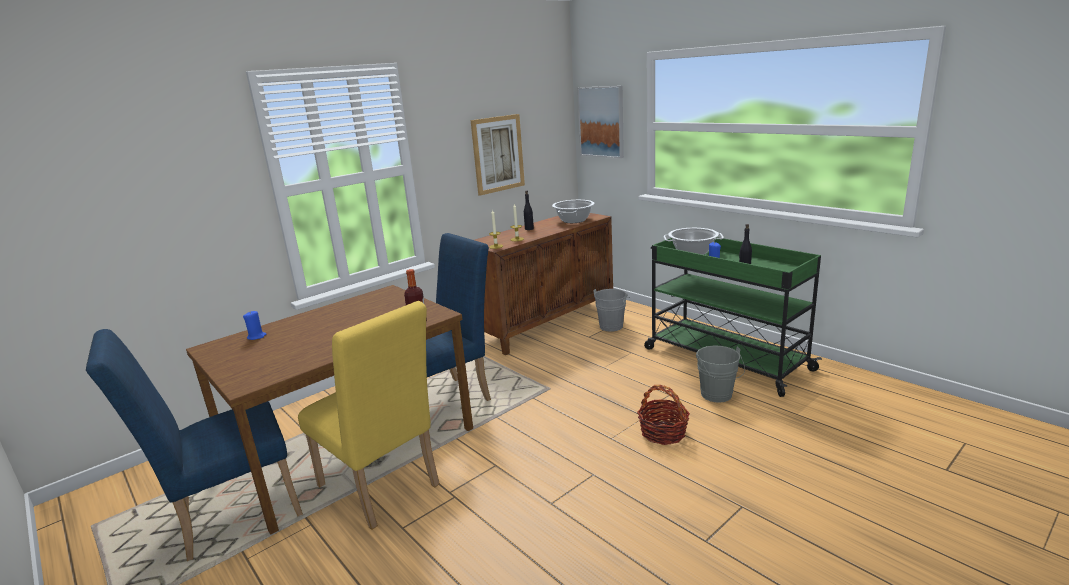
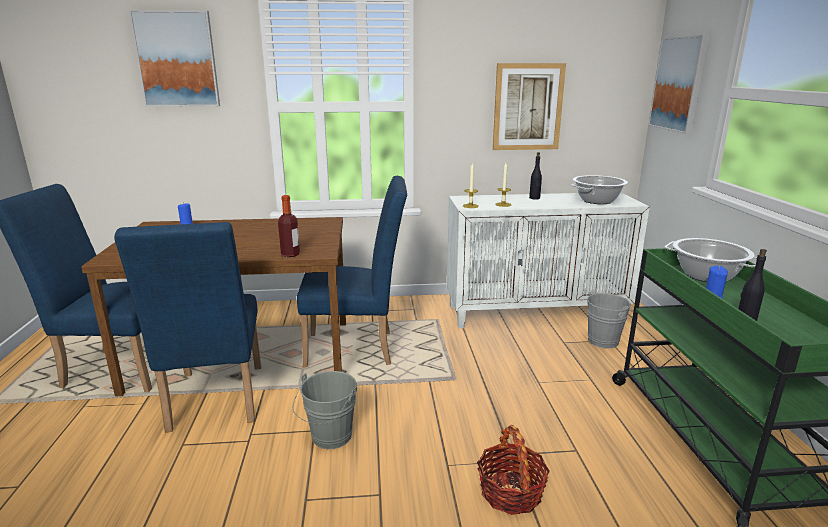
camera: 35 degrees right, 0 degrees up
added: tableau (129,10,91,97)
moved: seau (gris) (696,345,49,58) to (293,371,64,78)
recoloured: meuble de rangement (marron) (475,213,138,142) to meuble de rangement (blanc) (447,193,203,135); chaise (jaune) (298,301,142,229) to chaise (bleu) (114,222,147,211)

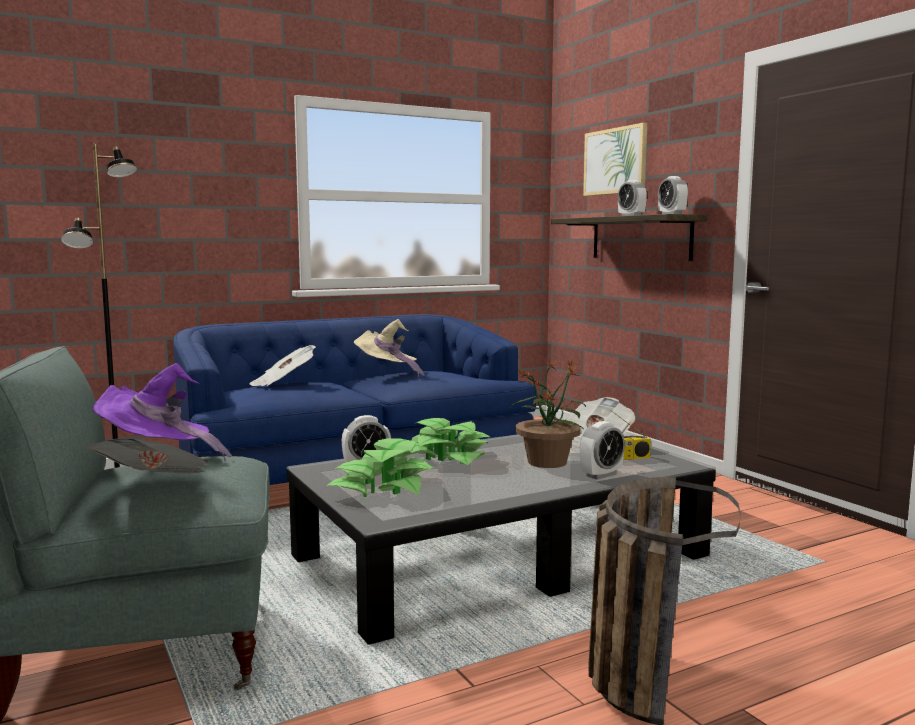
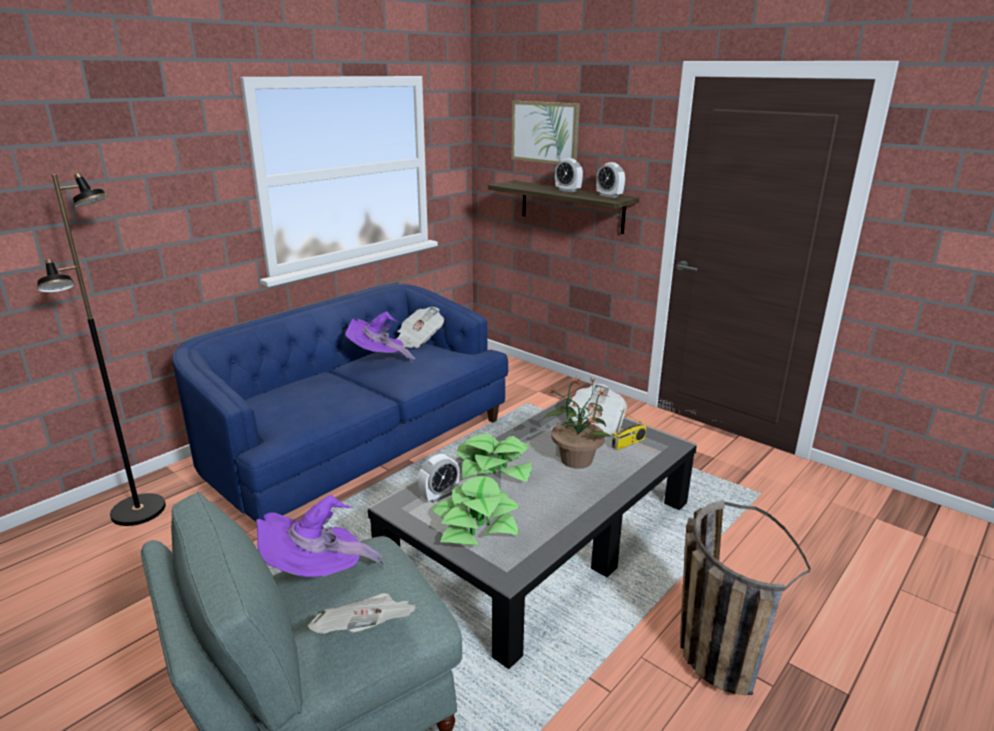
camera: 20 degrees left, 15 degrees up
removed: réveil (580,421,45,59)
moved: journal (249,345,67,41) to (397,307,47,41)
recoloured: chapeau (beige) (354,319,71,58) to chapeau (violet) (345,311,70,52)

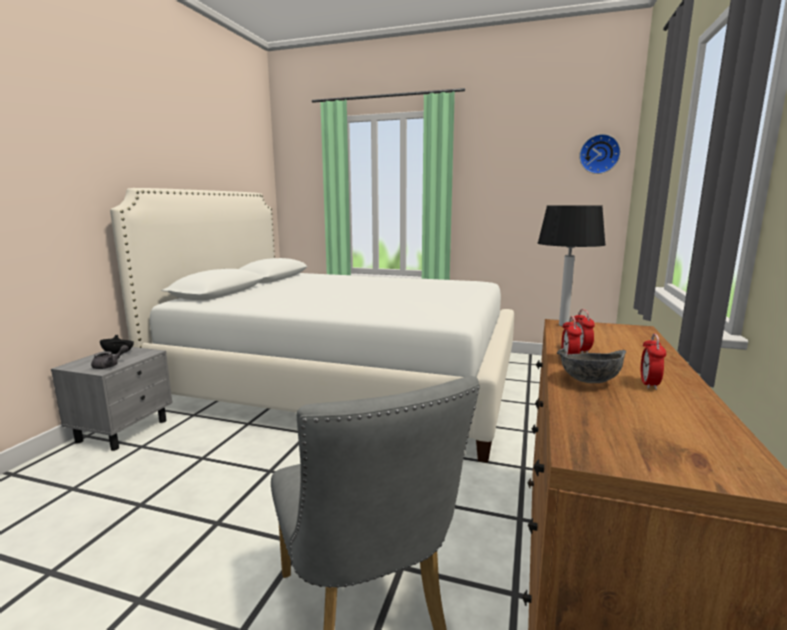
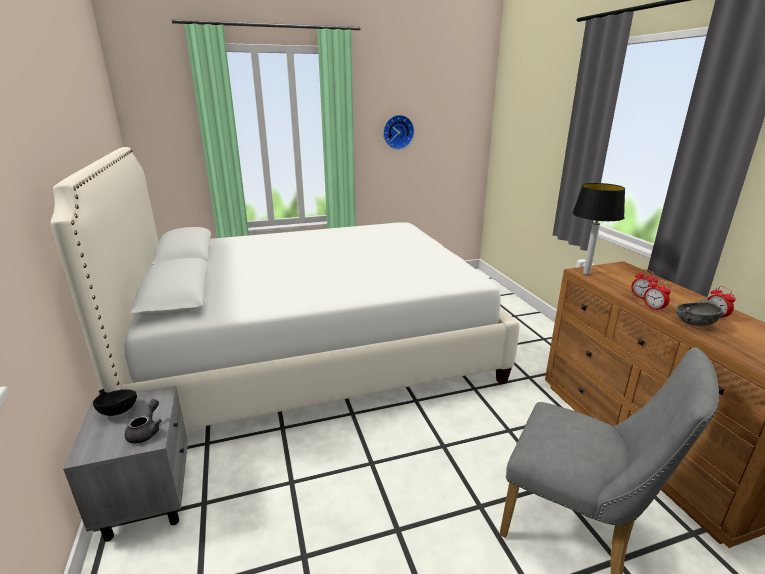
camera: 35 degrees left, 10 degrees up
moved: horloge murale (579,134,42,40) to (383,115,31,35)

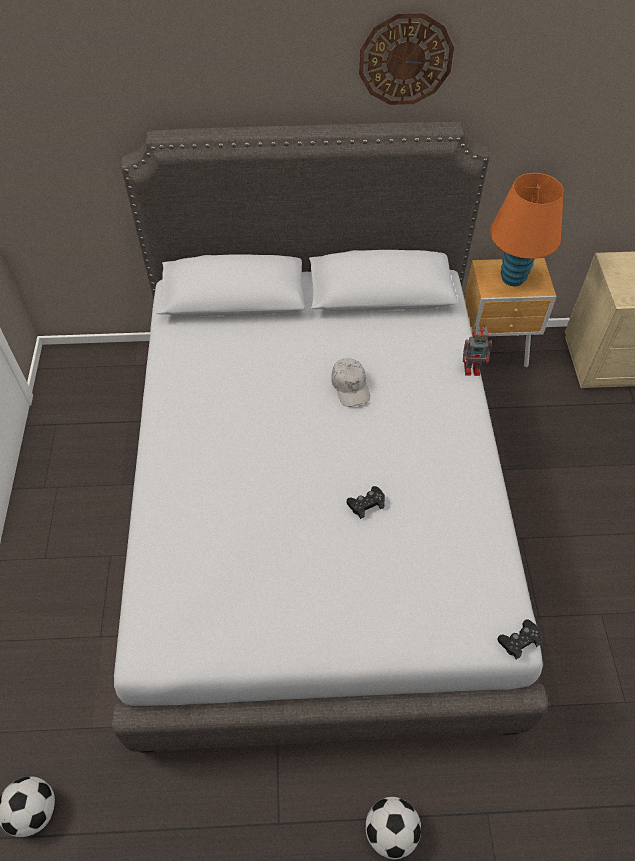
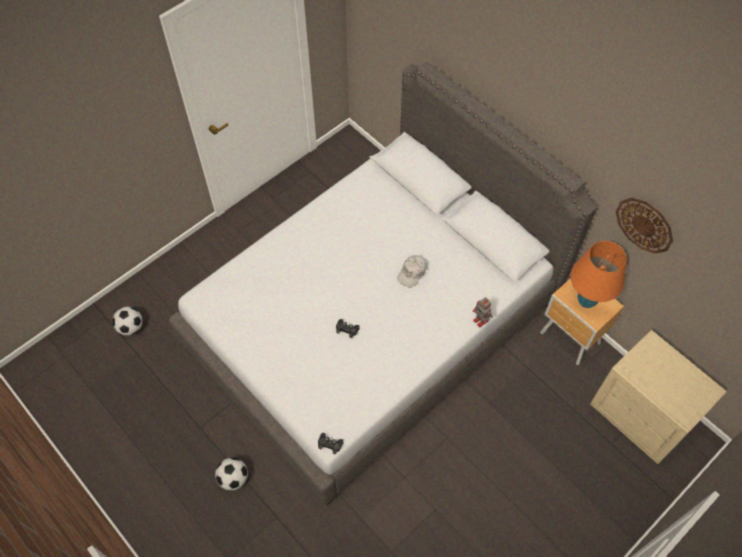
camera: 50 degrees right, 5 degrees up
moved: horloge murale (359,13,95,92) to (616,198,57,56)

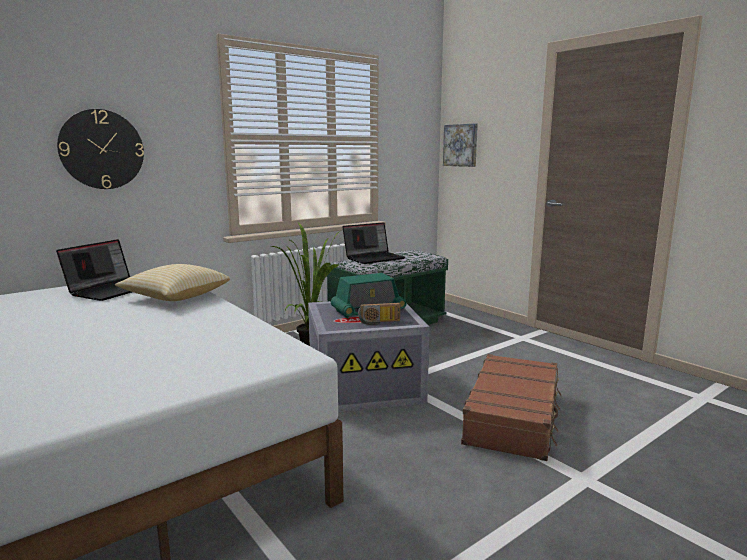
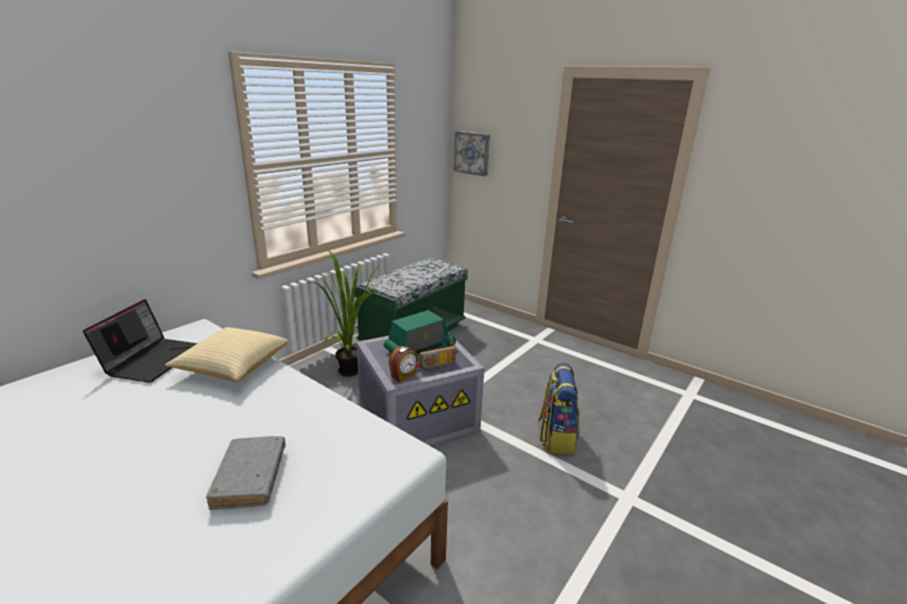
camera: 15 degrees left, 10 degrees up
removed: horloge murale (57,109,87,80); ordinateur portable (343,222,62,42)
added: réveil (389,346,29,36); livre (gris) (206,436,79,74)
replaced: valise (marron) (461,354,100,107) to sac à dos (538,363,42,92)

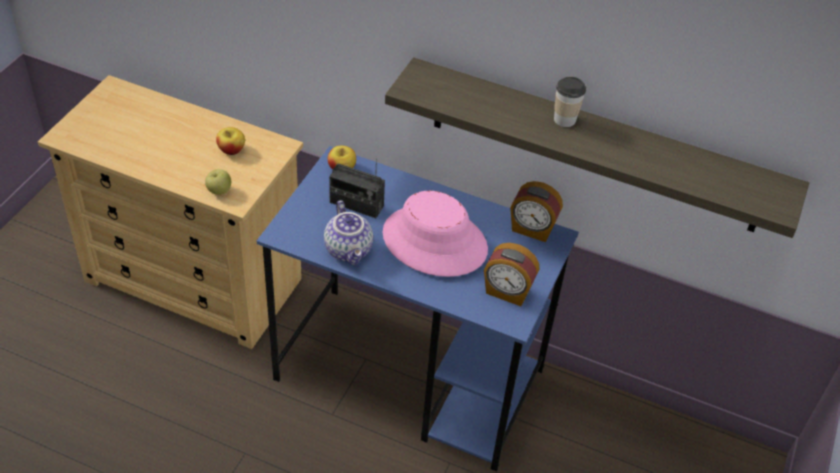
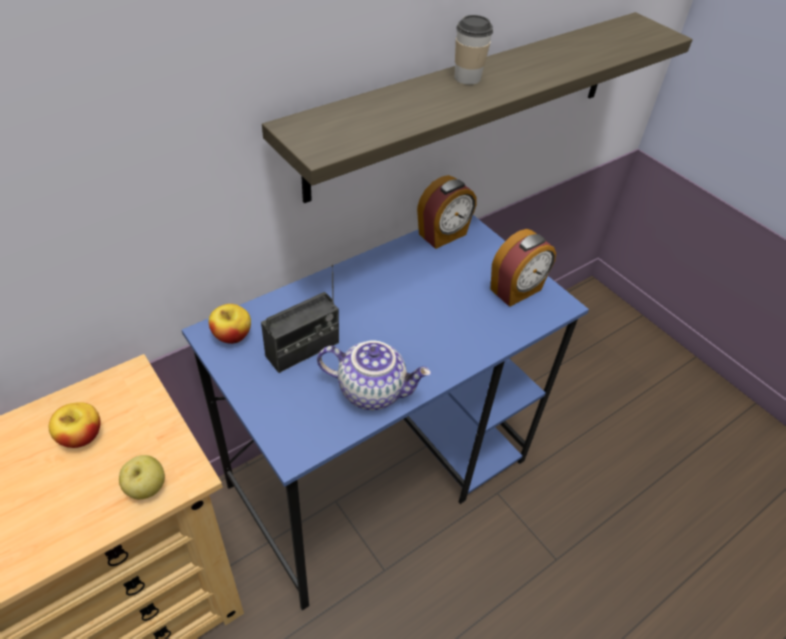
camera: 60 degrees left, 0 degrees up
removed: chapeau (rose) (383,191,105,86)

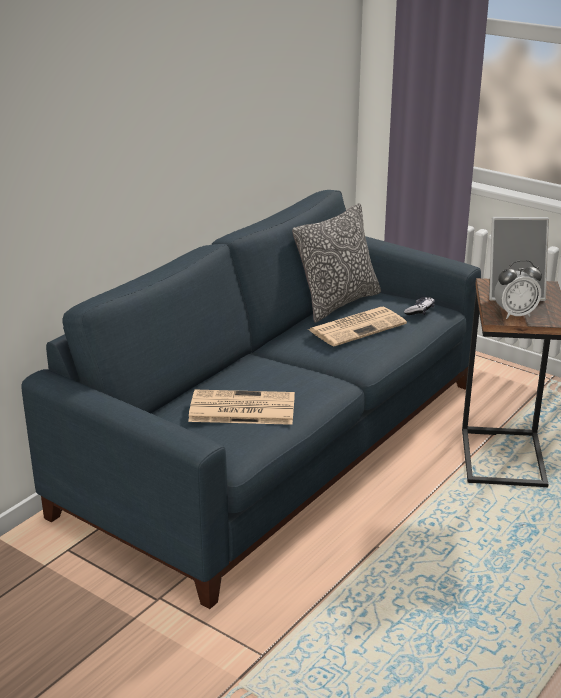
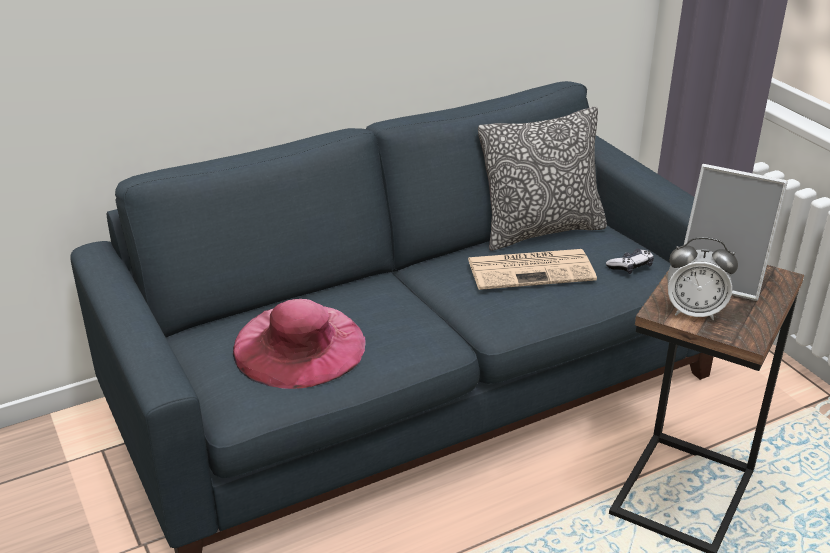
camera: 25 degrees right, 5 degrees up
replaced: journal (188,390,107,35) to chapeau (rose) (233,299,133,90)

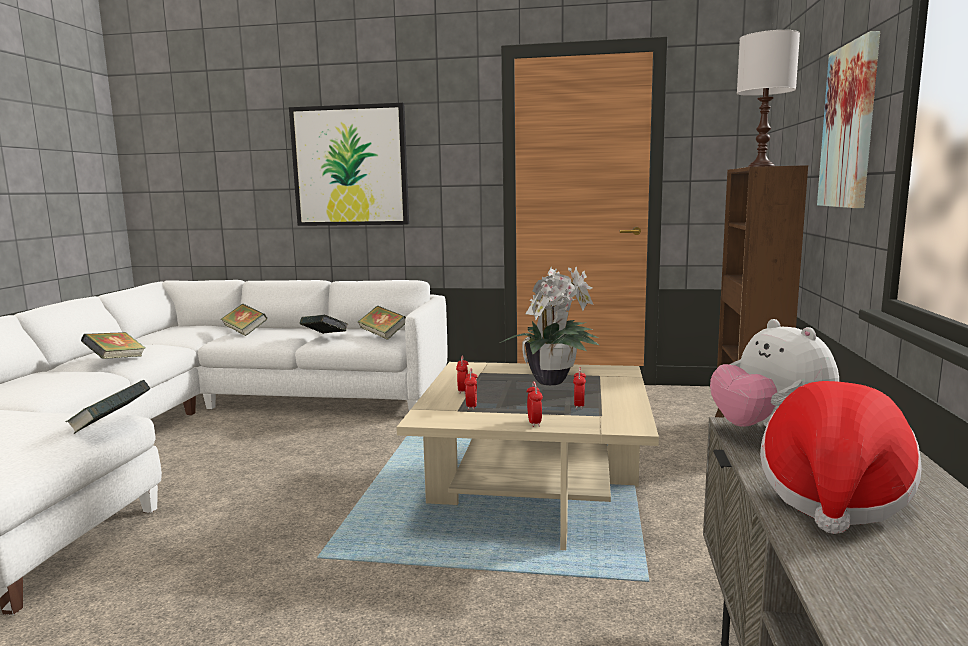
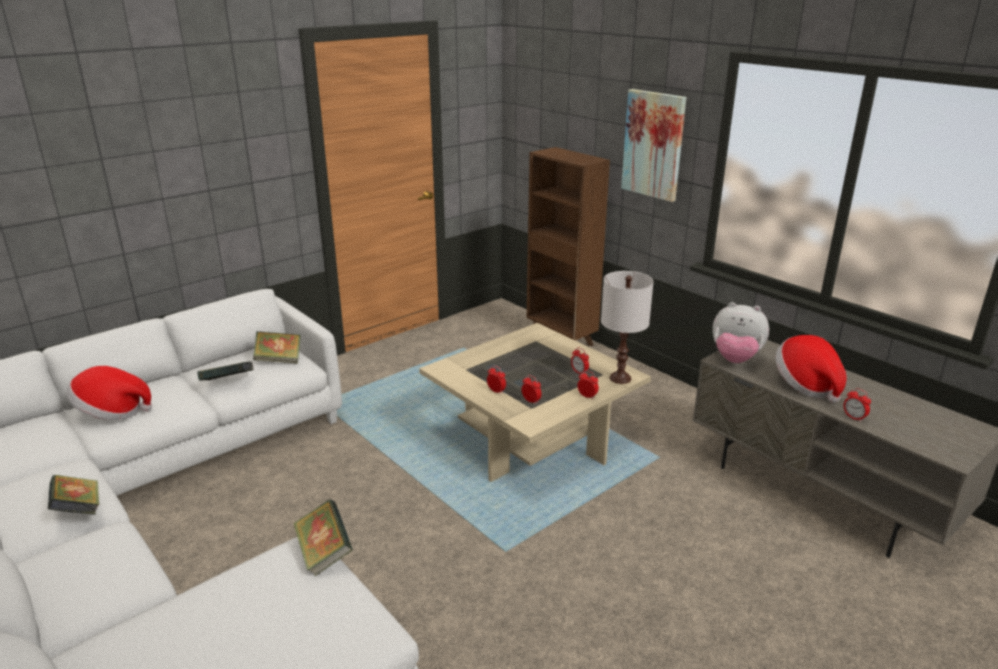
camera: 50 degrees left, 15 degrees up
removed: tableau (289,103,120,123); plante en pot (500,266,99,119)
added: réveil (843,388,28,34)
moved: lampe de table (blanc) (737,30,63,137) to (601,271,53,113)
replaced: livre (221,304,46,32) to chapeau (66,366,86,54)

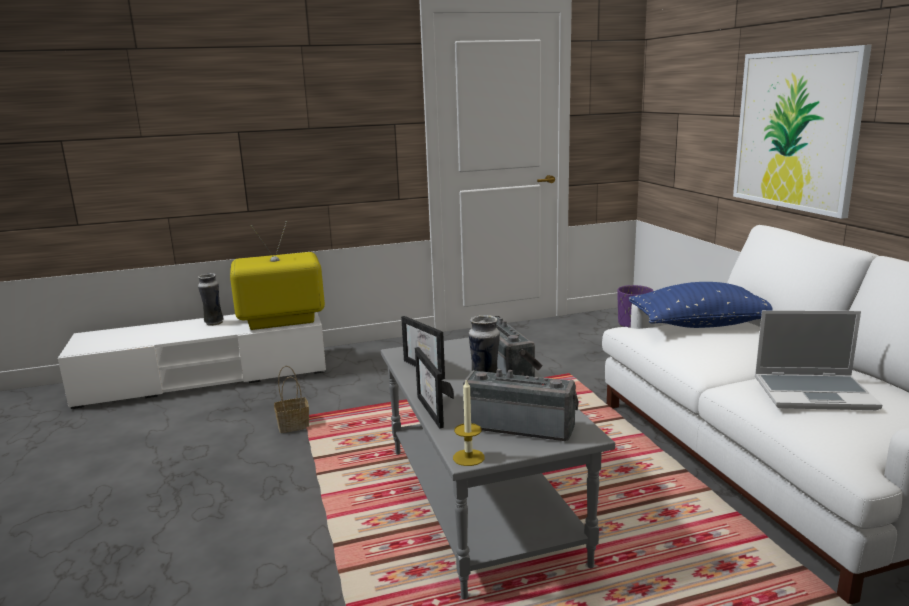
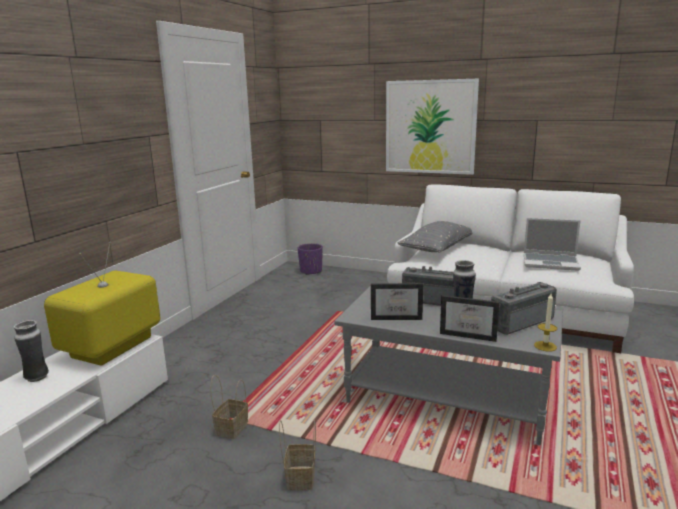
camera: 50 degrees left, 0 degrees up
added: panier (279,420,37,70)
recoloured: coussin (bleu) (629,282,144,46) to coussin (gris) (397,221,76,32)
turned: ordinateur portable (755,310,127,100) = (524,218,57,53) 60 degrees clockwise

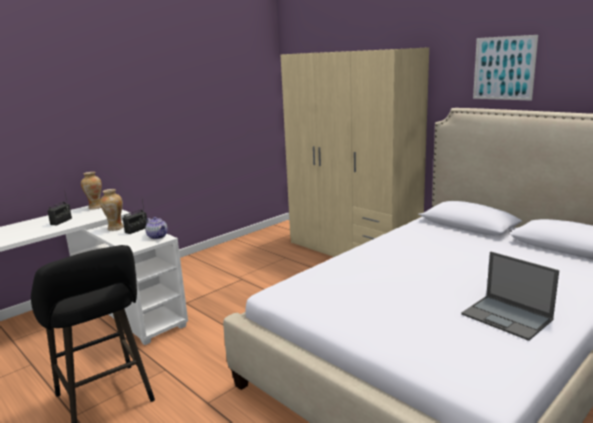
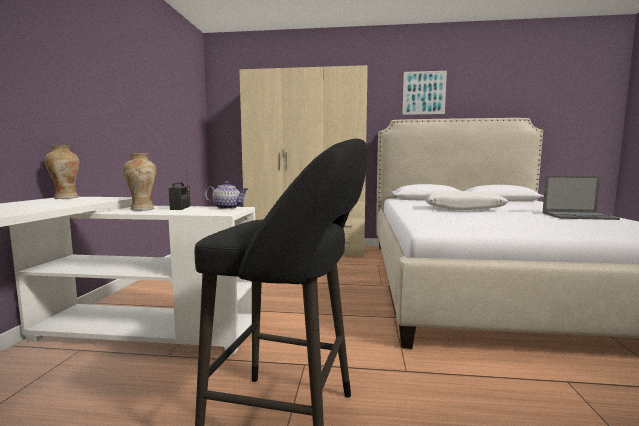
camera: 40 degrees left, 10 degrees down
removed: radio (47,189,25,36)
added: coussin (blanc) (424,191,84,19)

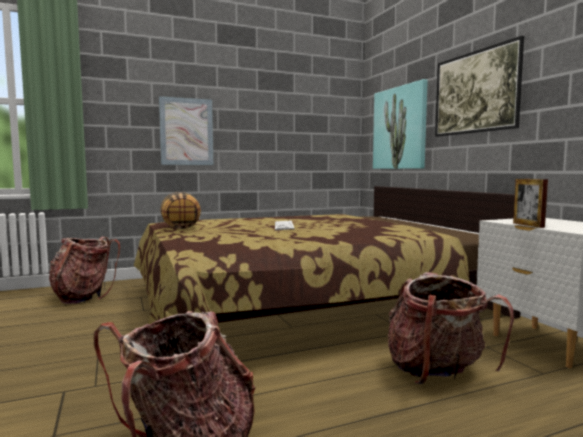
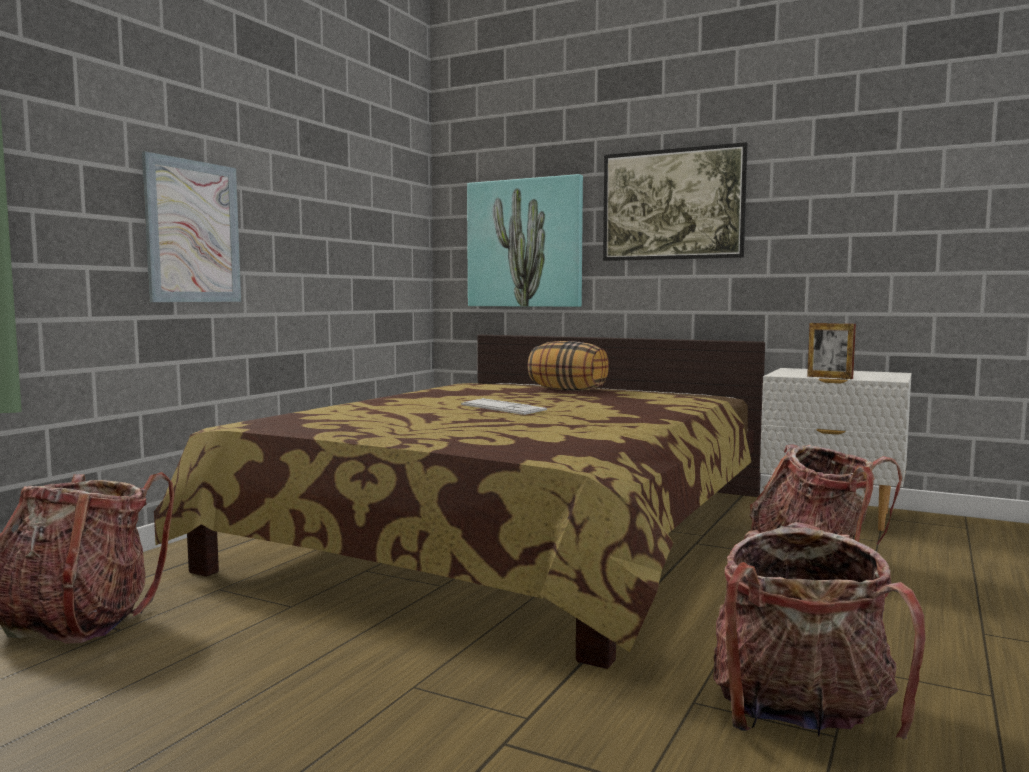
camera: 40 degrees left, 0 degrees up
moved: coussin (160,192,41,37) to (528,341,81,50)

